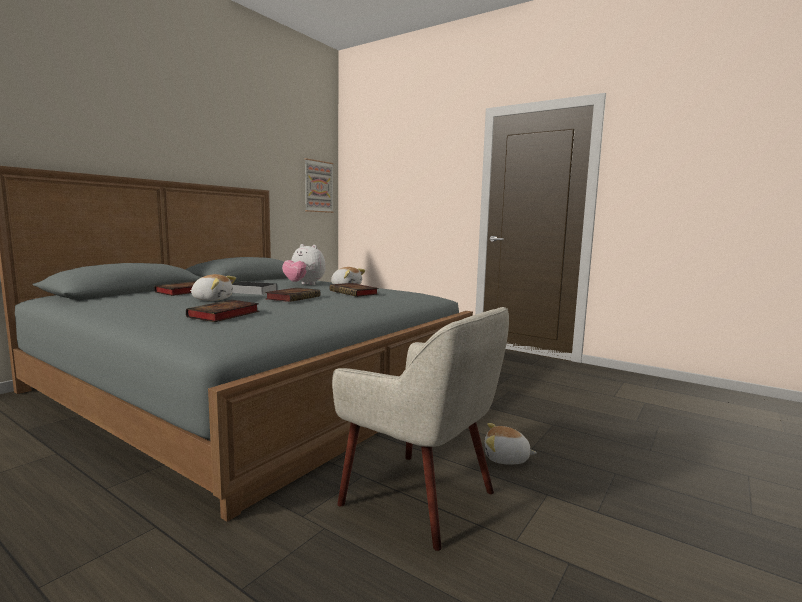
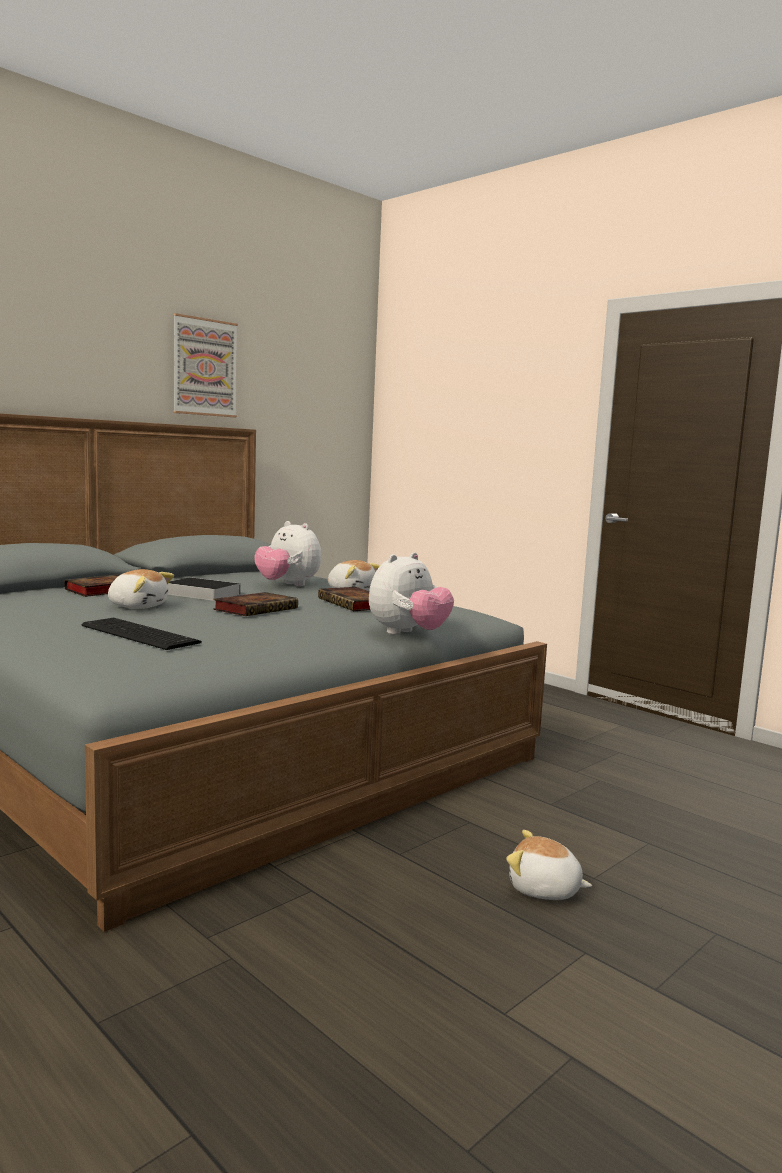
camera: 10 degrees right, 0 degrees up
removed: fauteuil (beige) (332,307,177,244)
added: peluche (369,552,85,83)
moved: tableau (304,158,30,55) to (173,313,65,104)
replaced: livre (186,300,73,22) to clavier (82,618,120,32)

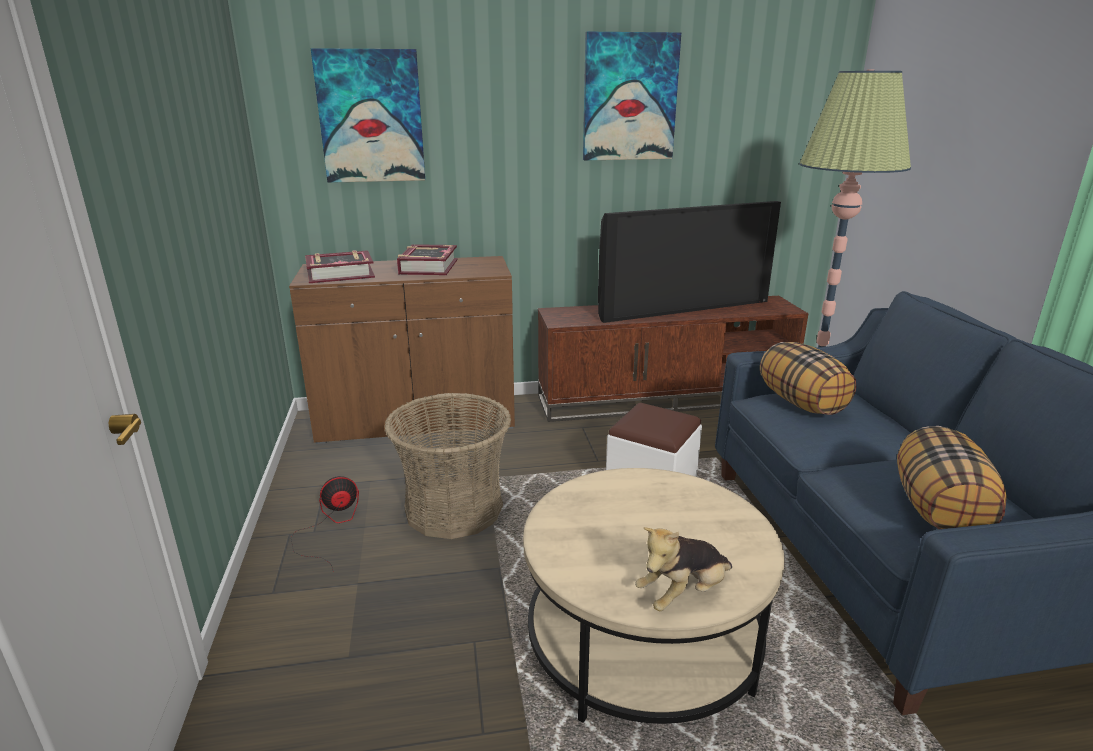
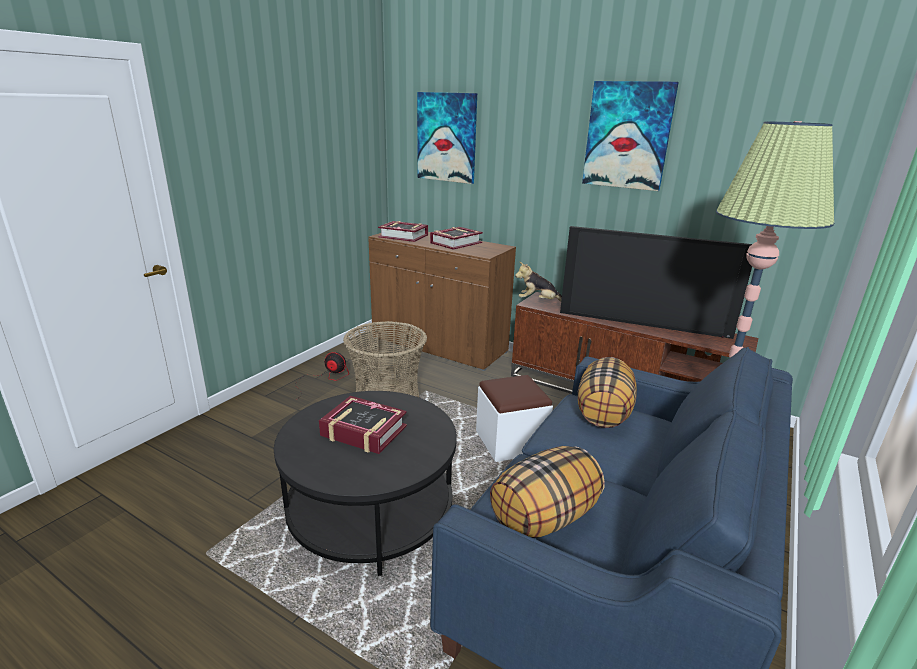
camera: 40 degrees right, 0 degrees up
added: livre (319,396,88,58)
moved: peluche (635,527,97,84) to (515,262,47,40)
recoloured: table basse (beige) (523,468,262,256) to table basse (noir) (274,391,183,185)

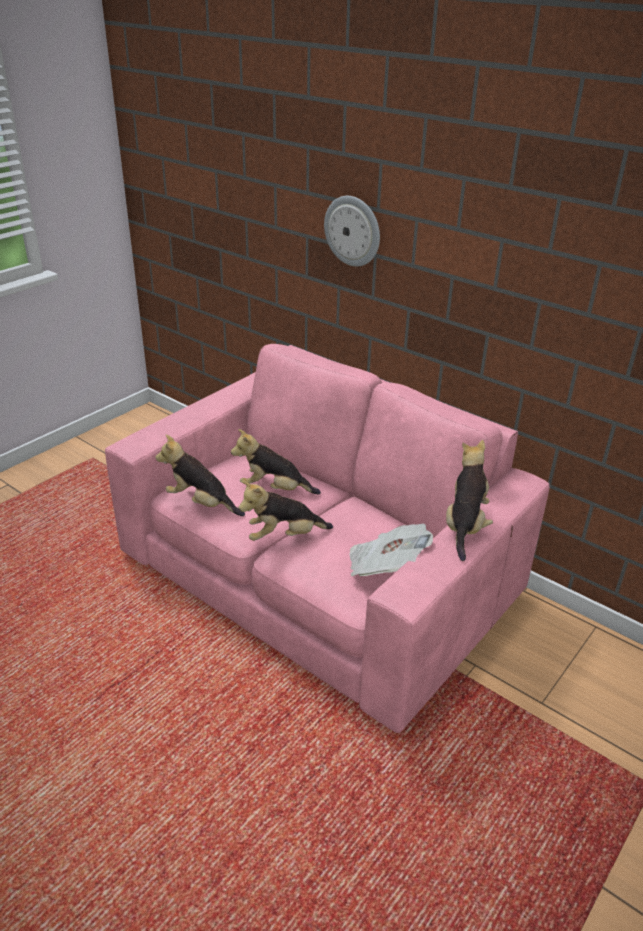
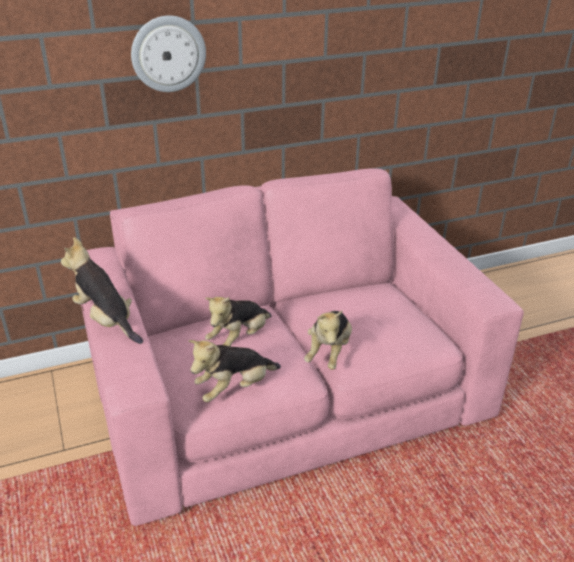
camera: 60 degrees left, 0 degrees up
removed: journal (350,524,83,52)
moved: peluche (446,440,47,121) to (61,237,82,107)

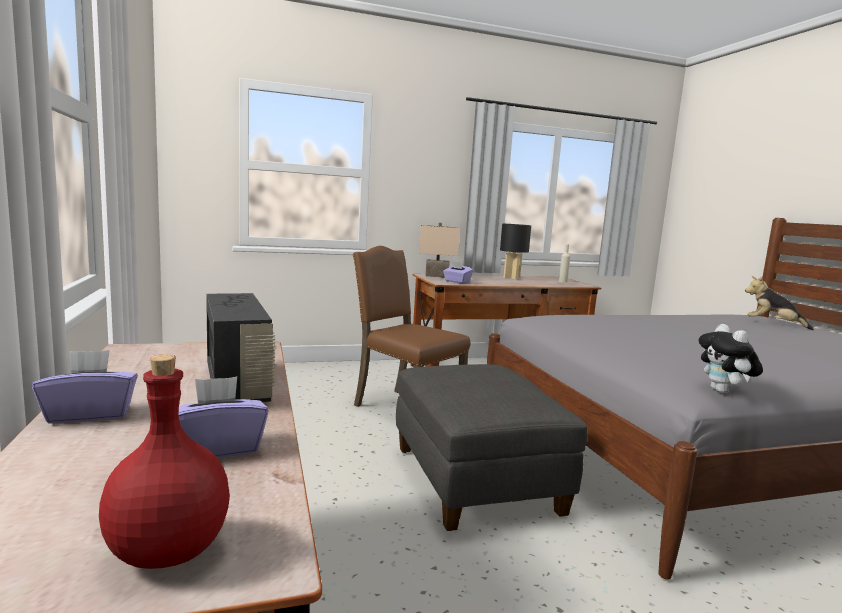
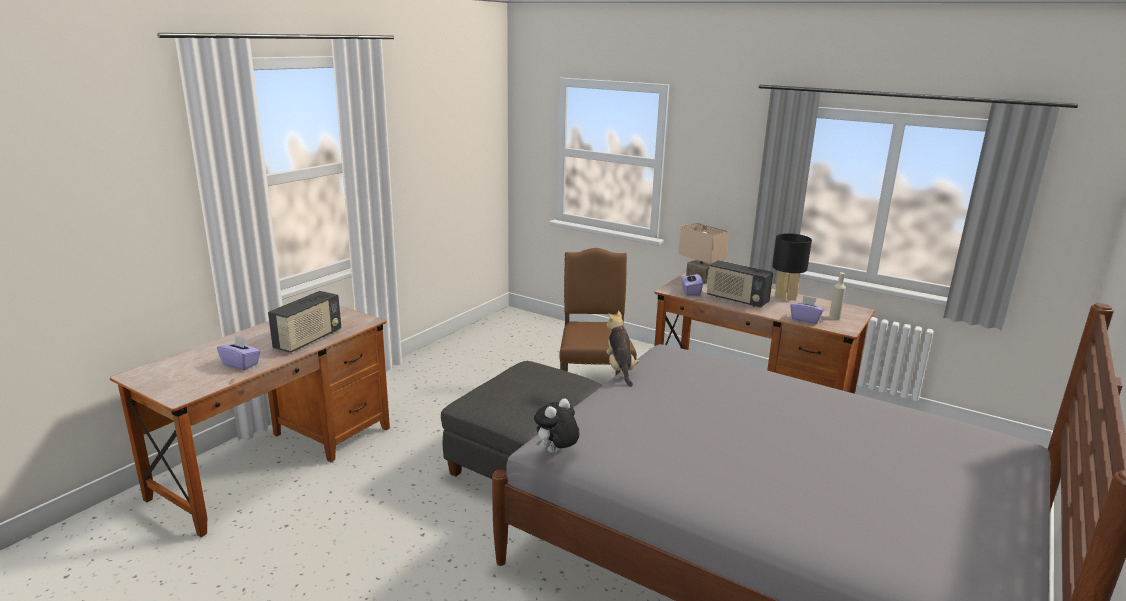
camera: 50 degrees right, 10 degrees up
removed: bouteille (rouge) (99,354,131,215)
added: radio (706,260,67,47)
moved: peluche (745,276,69,54) to (606,311,33,76); boîte à mouchoirs (violet) (32,350,106,74) to (790,296,34,28)

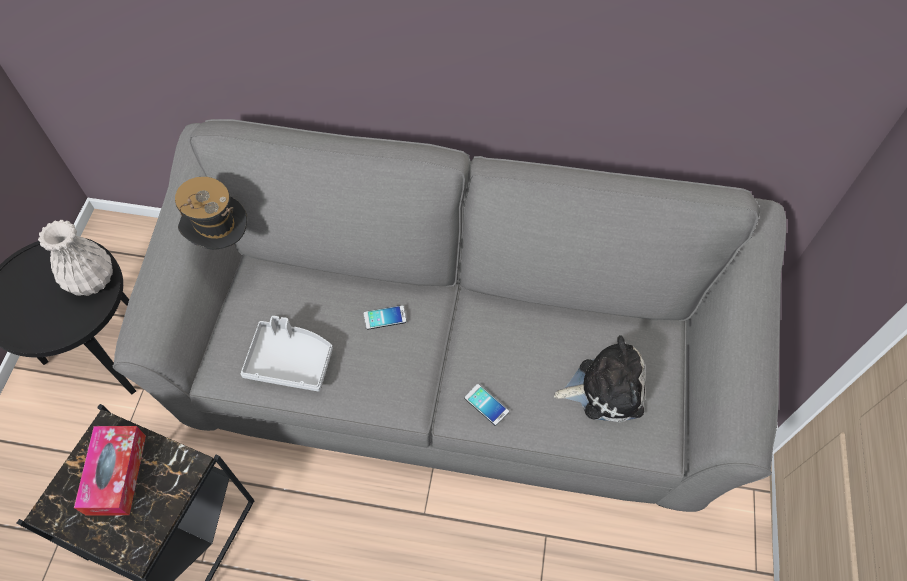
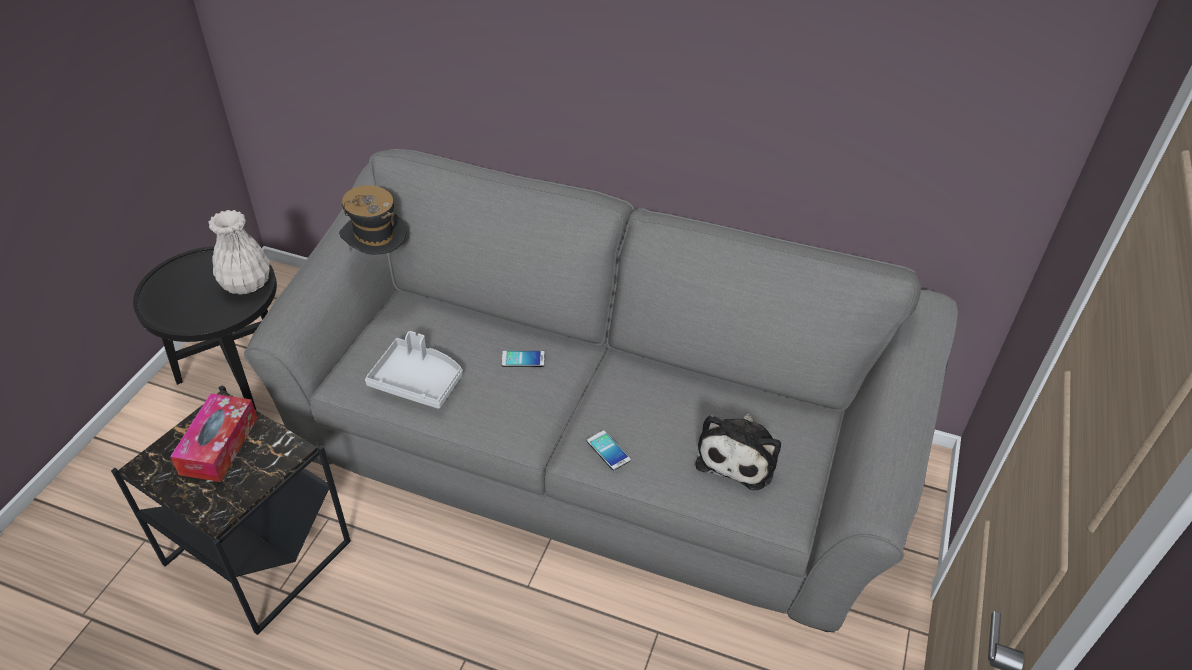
camera: 10 degrees right, 15 degrees down
turned: peluche (554,335,92,88) = (695,414,86,76) 105 degrees clockwise

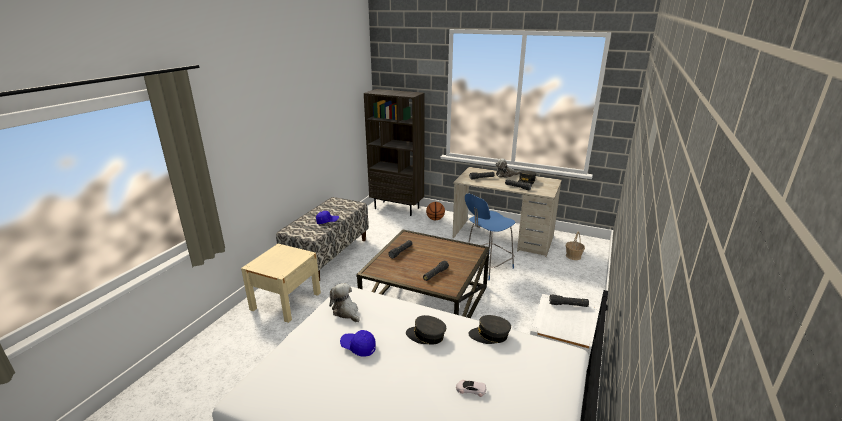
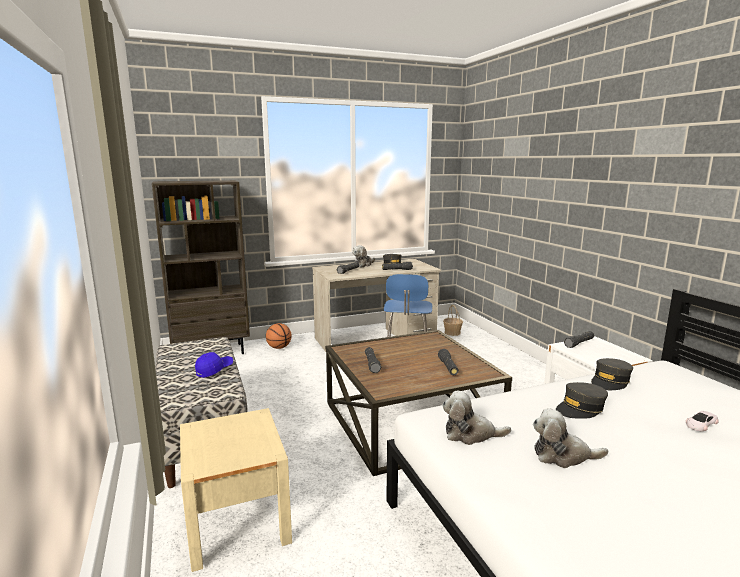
camera: 45 degrees left, 10 degrees down
replaced: casquette (bleu) (340,330,36,27) to peluche (533,408,75,60)

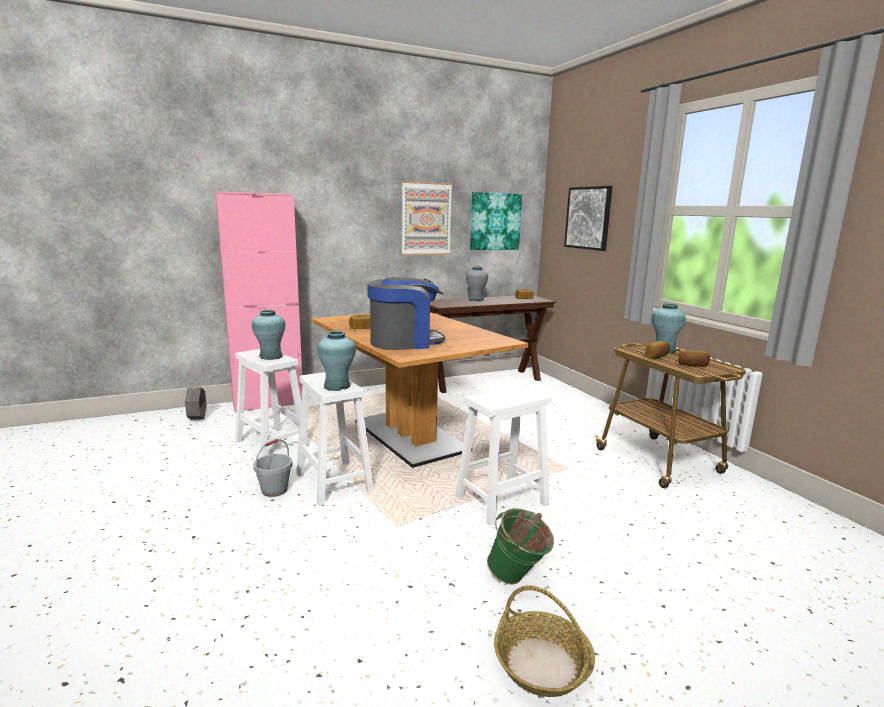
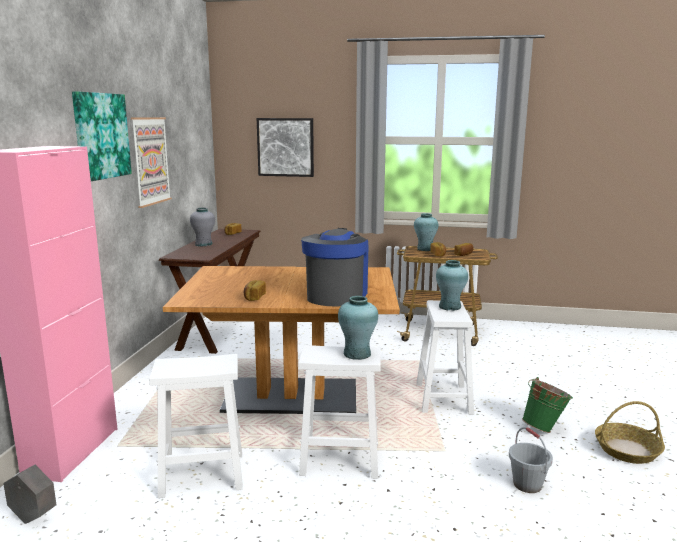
camera: 55 degrees left, 0 degrees up
moved: tableau (470,192,52,58) to (72,91,60,90); vase (turquoise) (252,310,33,50) to (436,260,32,51); seau (gris) (253,439,40,58) to (509,427,44,66)

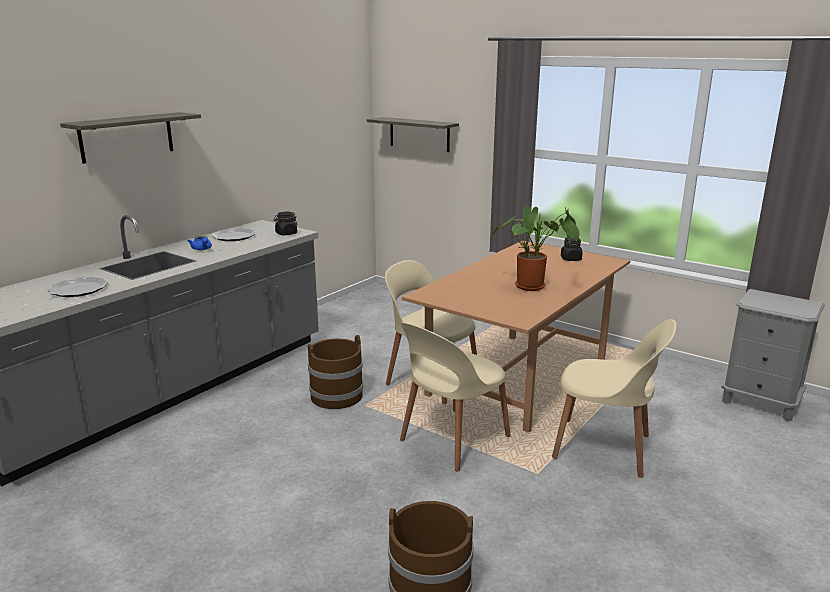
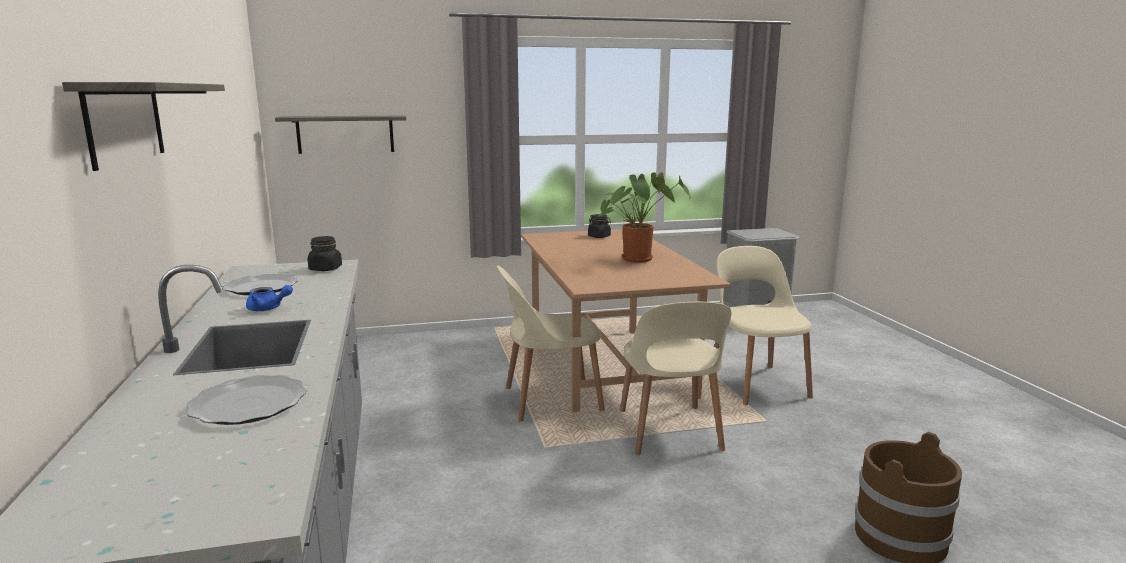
camera: 50 degrees left, 5 degrees down
removed: seau (marron) (308,335,55,74)
turned: chaise (beige) (552,319,124,159) = (714,246,99,159) 75 degrees counterclockwise

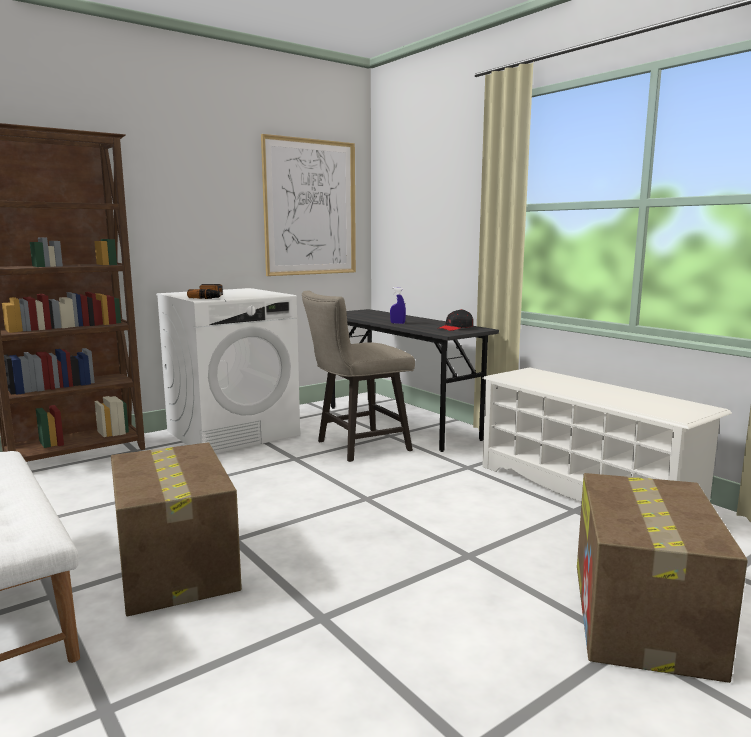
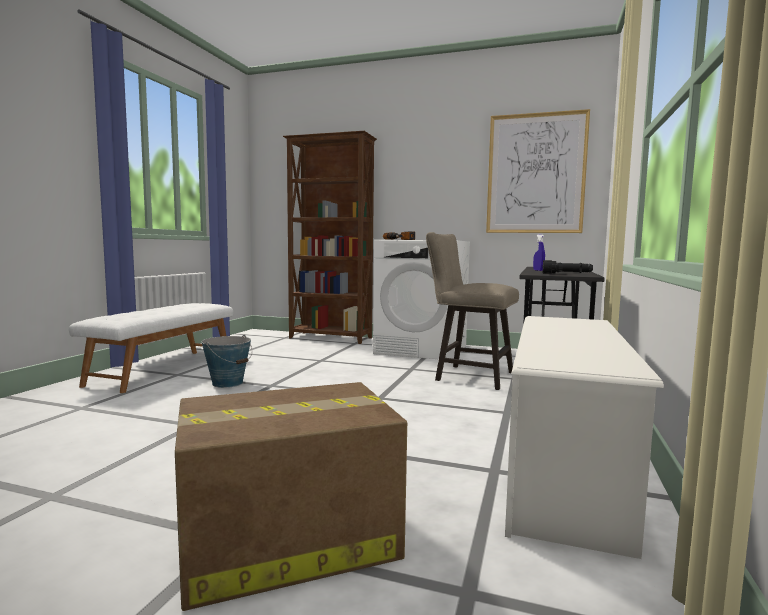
camera: 55 degrees right, 5 degrees down
replaced: casquette (noir) (437,309,36,22) to lampe de poche (noir) (542,260,51,14); carton (111,442,131,174) to seau (201,335,51,53)

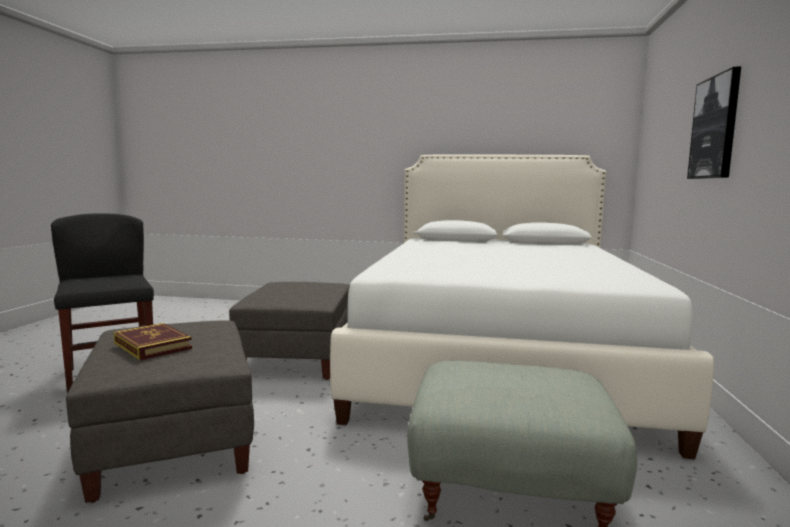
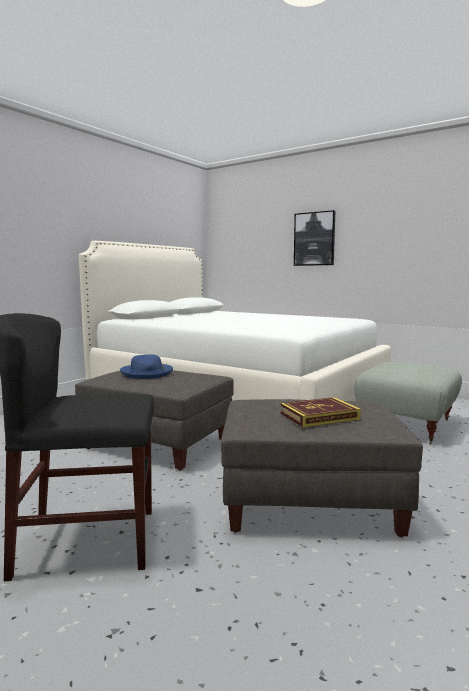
camera: 65 degrees left, 0 degrees up
added: chapeau (bleu) (120,354,53,25)

